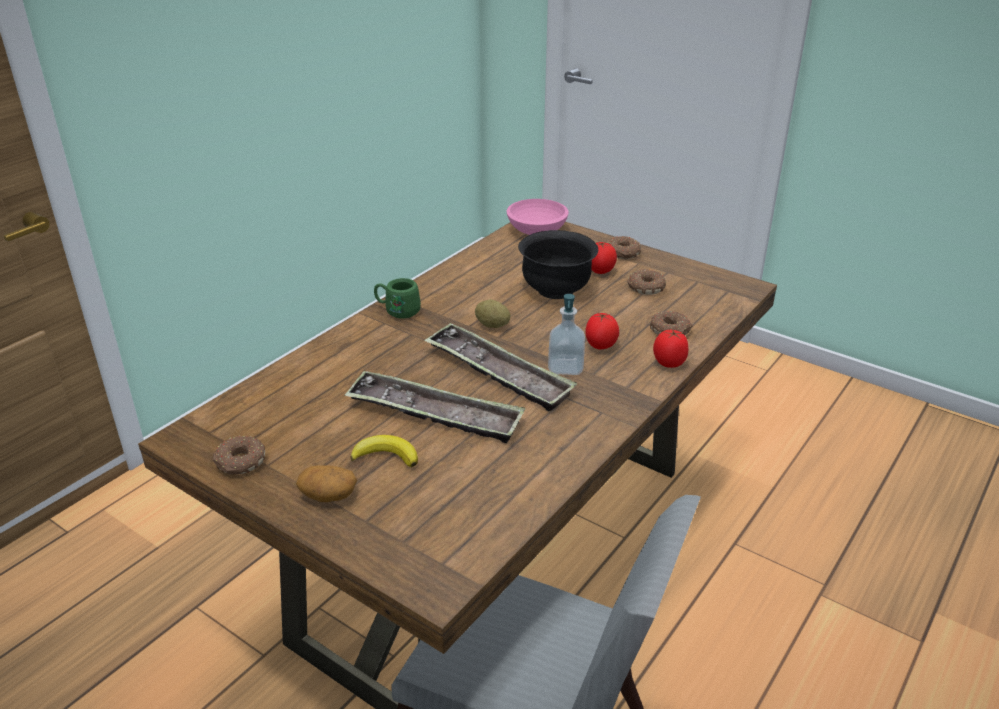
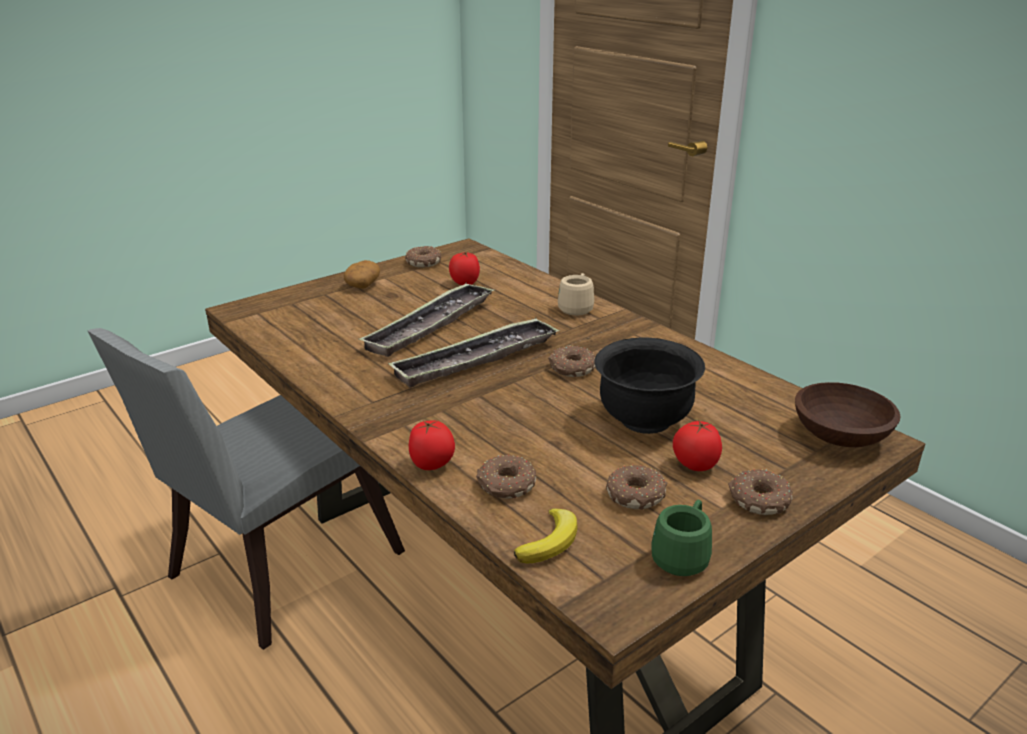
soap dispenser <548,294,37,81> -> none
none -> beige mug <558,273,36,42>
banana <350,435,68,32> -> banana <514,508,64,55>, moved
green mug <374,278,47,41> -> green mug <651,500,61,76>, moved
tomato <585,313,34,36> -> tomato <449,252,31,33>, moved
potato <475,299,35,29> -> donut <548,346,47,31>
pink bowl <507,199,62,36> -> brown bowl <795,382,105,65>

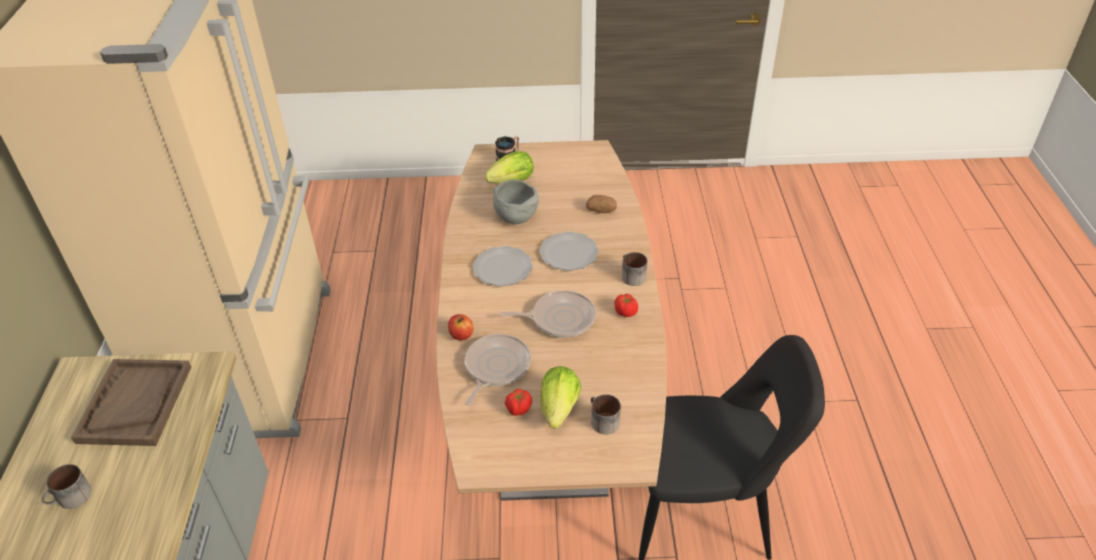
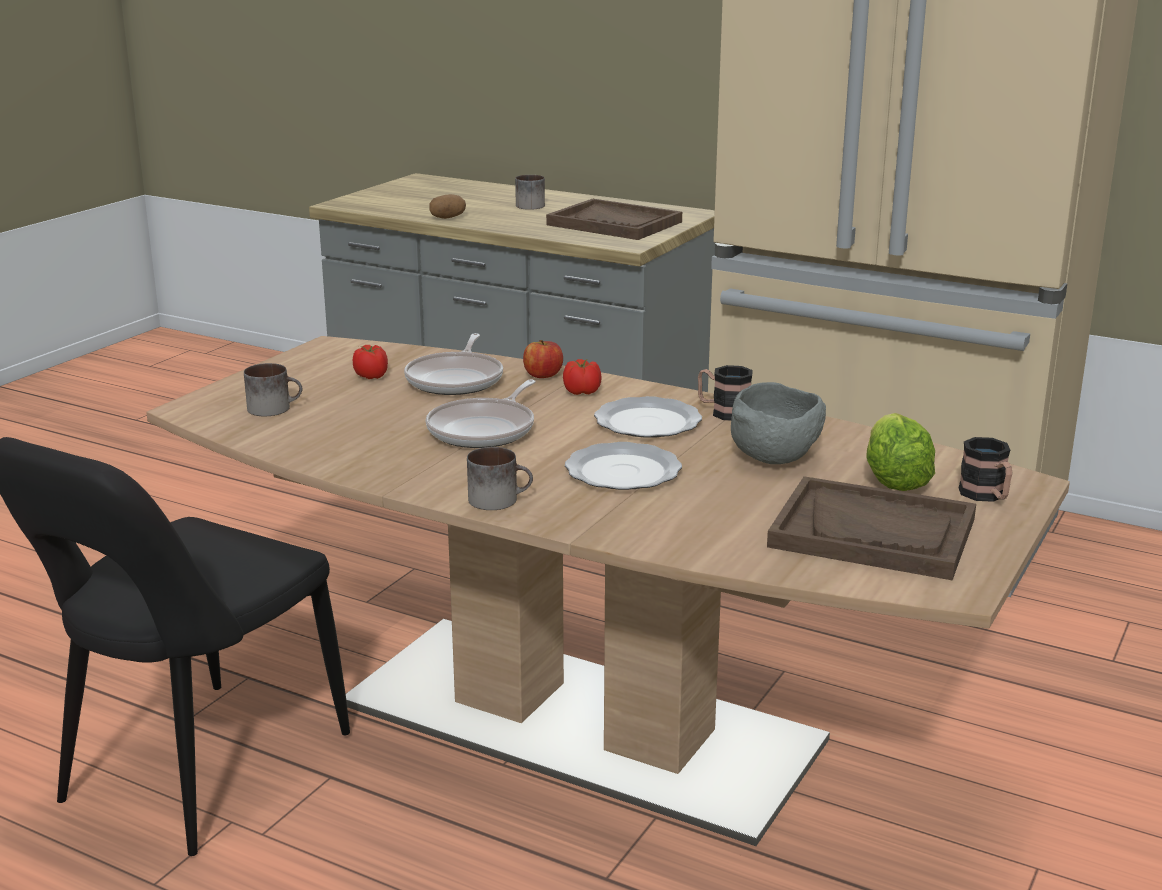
lettuce <540,366,41,63> -> none
none -> mug <698,365,55,56>
none -> brown tray <767,476,209,104>
potato <586,195,31,18> -> potato <429,194,37,25>, moved
tomato <614,294,24,23> -> tomato <563,359,39,36>, moved
frying pan <465,334,66,71> -> frying pan <404,333,99,62>, 45 degrees clockwise

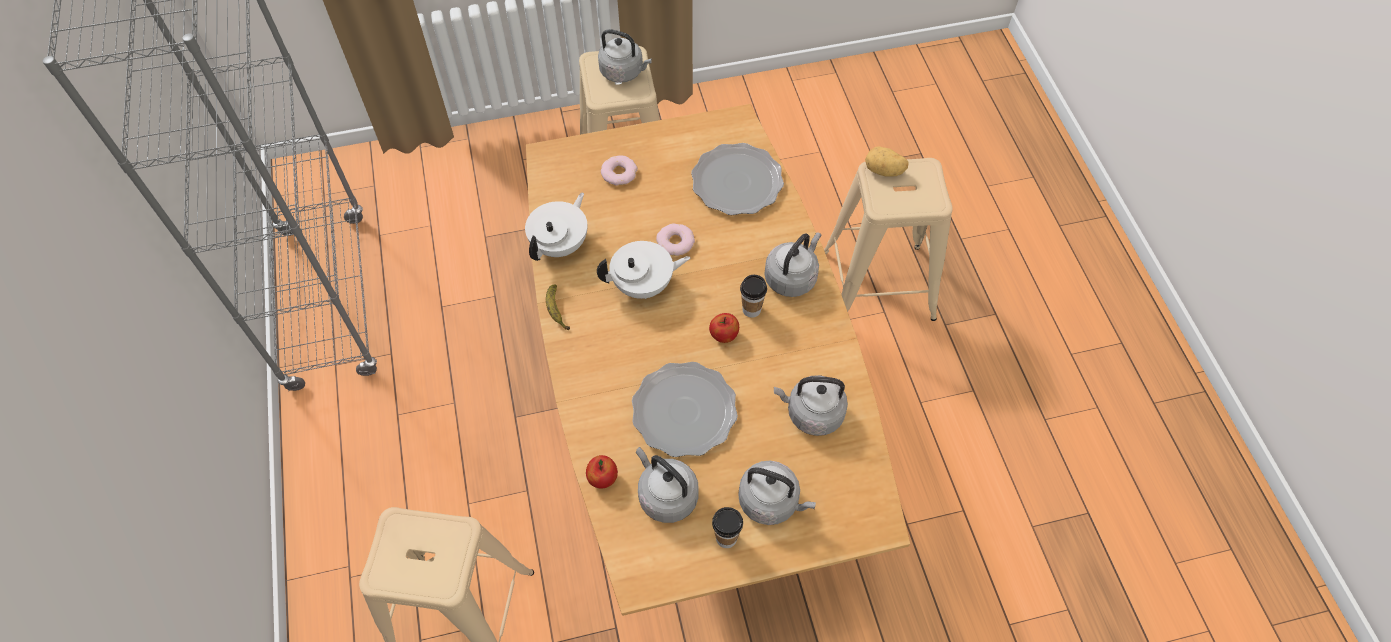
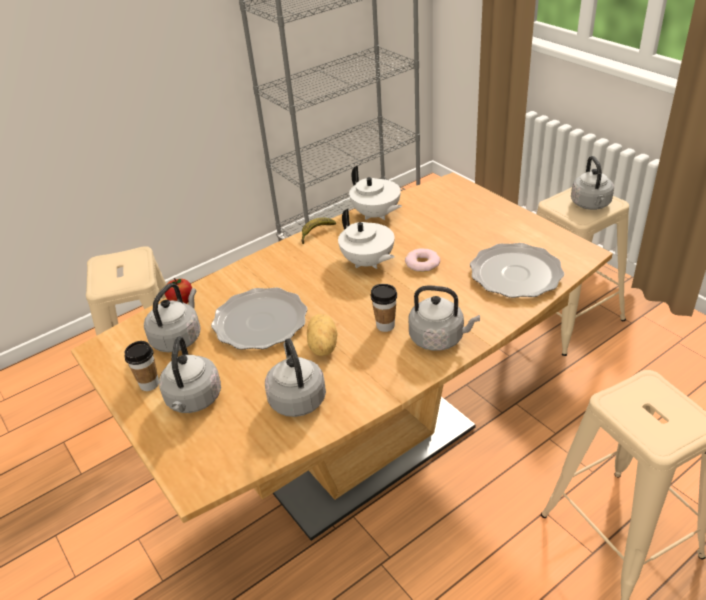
donut <601,155,37,31> -> none
apple <709,313,30,30> -> none
potato <865,147,44,30> -> potato <307,314,31,42>, moved
white teapot <525,193,62,68> -> white teapot <349,165,53,55>, 45 degrees clockwise

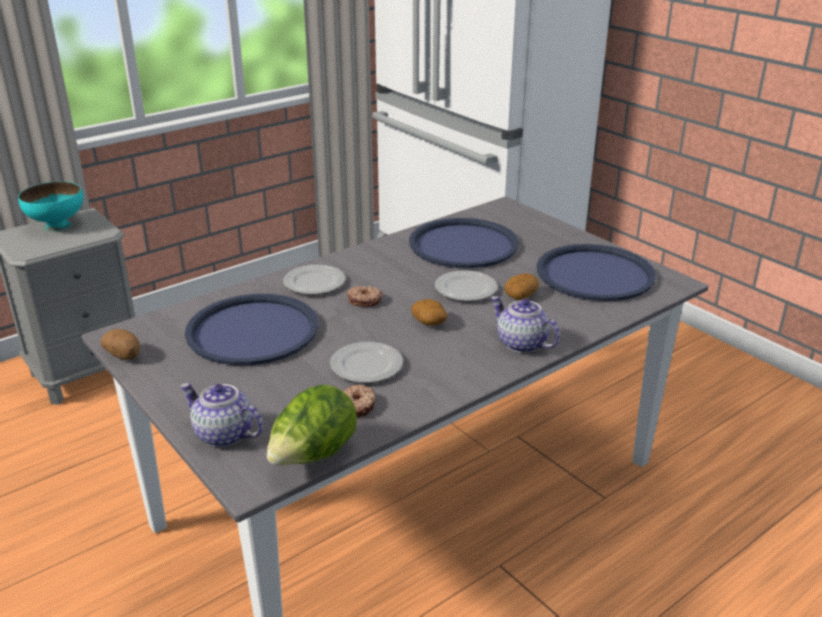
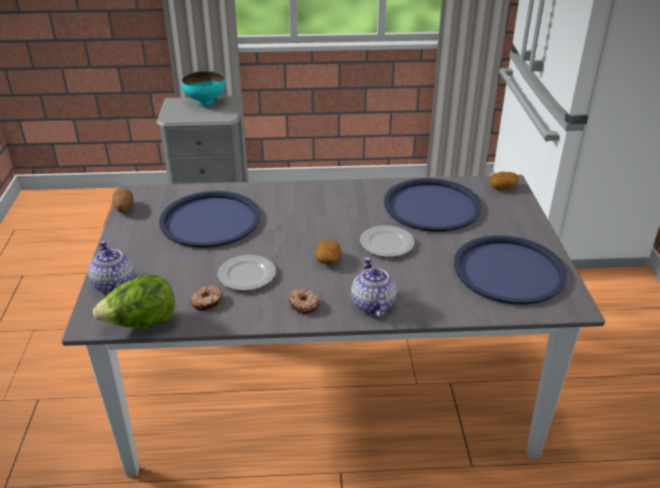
plate <283,265,62,30> -> none
donut <347,286,35,21> -> donut <289,288,31,26>, moved
potato <505,273,34,27> -> potato <489,171,30,19>, moved

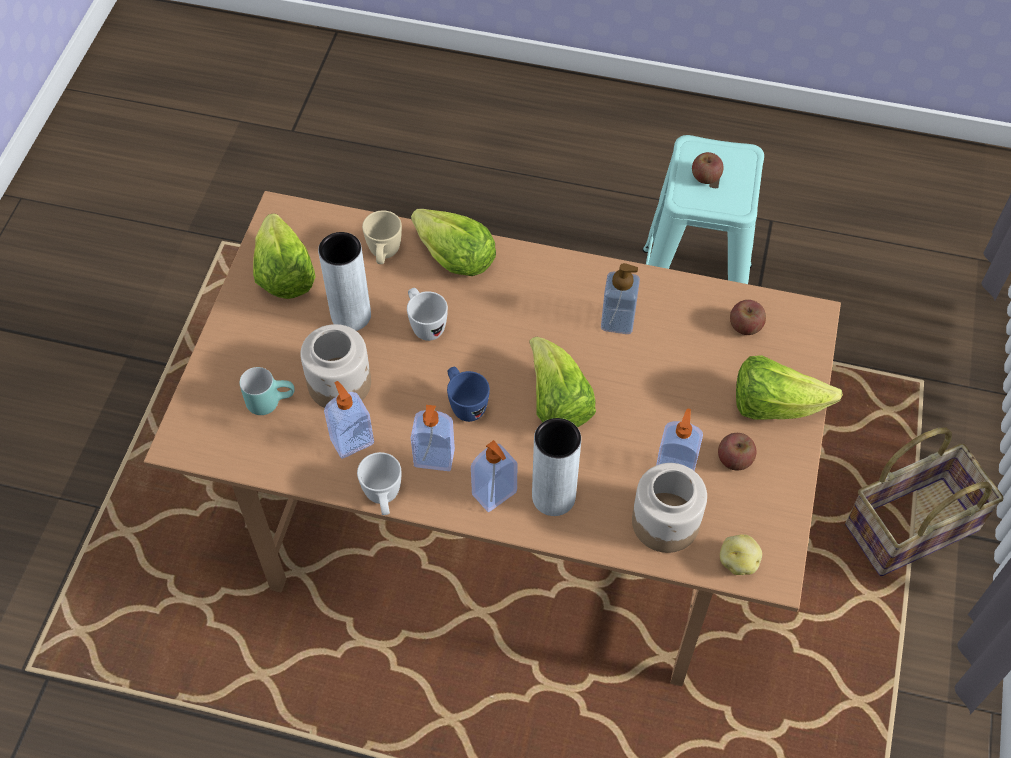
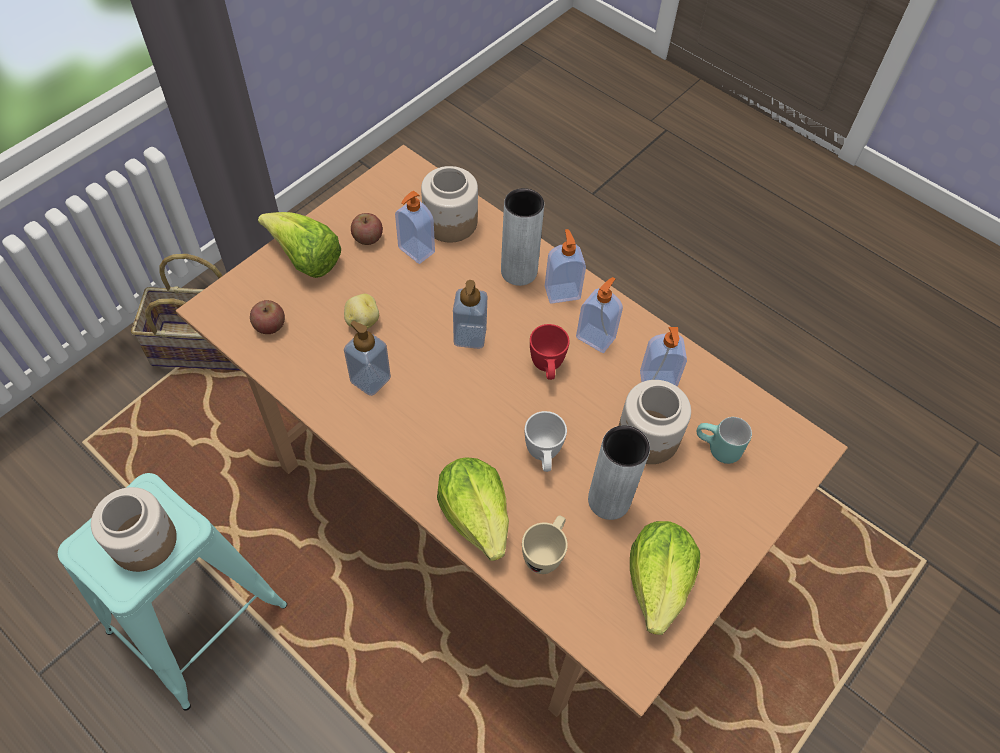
white mug <357,452,44,63> -> none
potato <720,534,42,41> -> potato <344,294,35,35>, moved
lettuce <530,337,66,90> -> soap dispenser <453,280,34,69>
apple <692,152,32,32> -> jar <91,487,86,85>
blue mug <447,367,43,55> -> red mug <530,324,40,56>

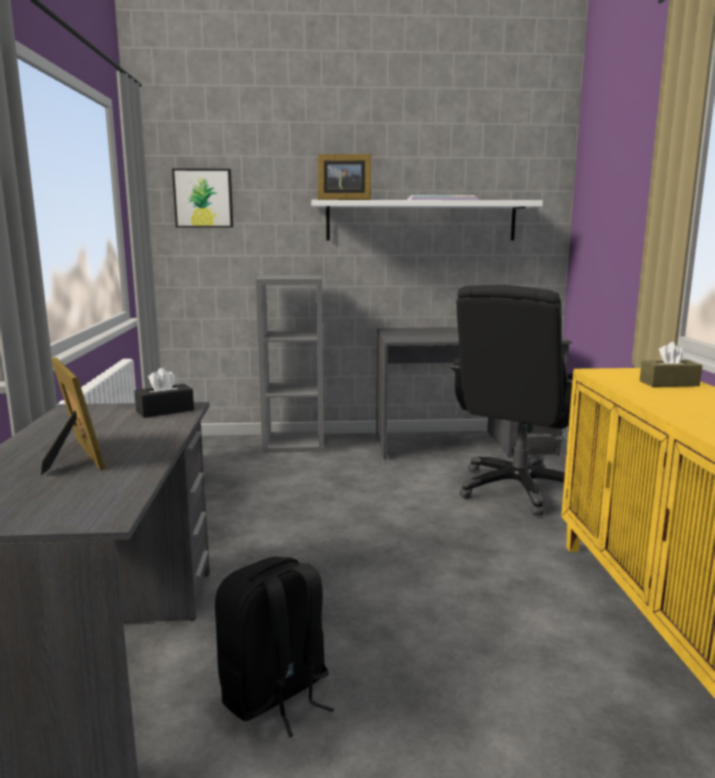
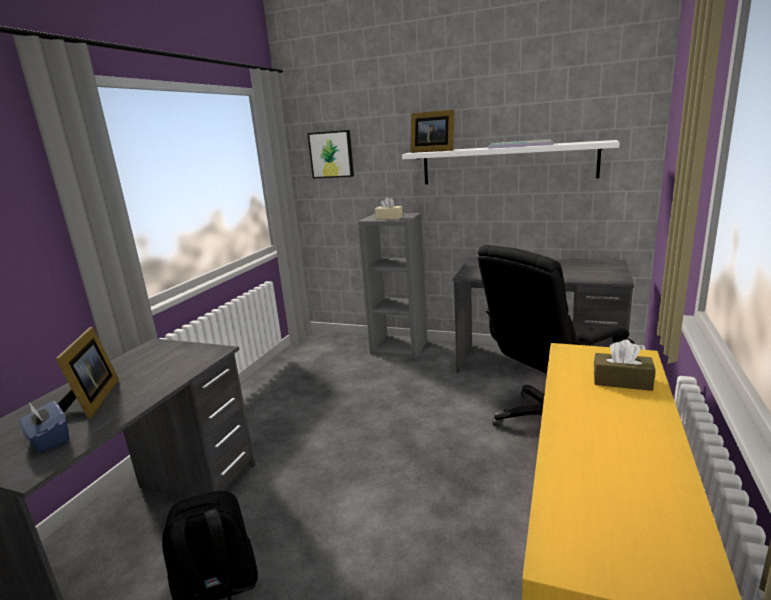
black tissue box <134,368,60,50> -> none
none -> blue tissue box <19,401,50,52>
none -> beige tissue box <375,197,28,23>

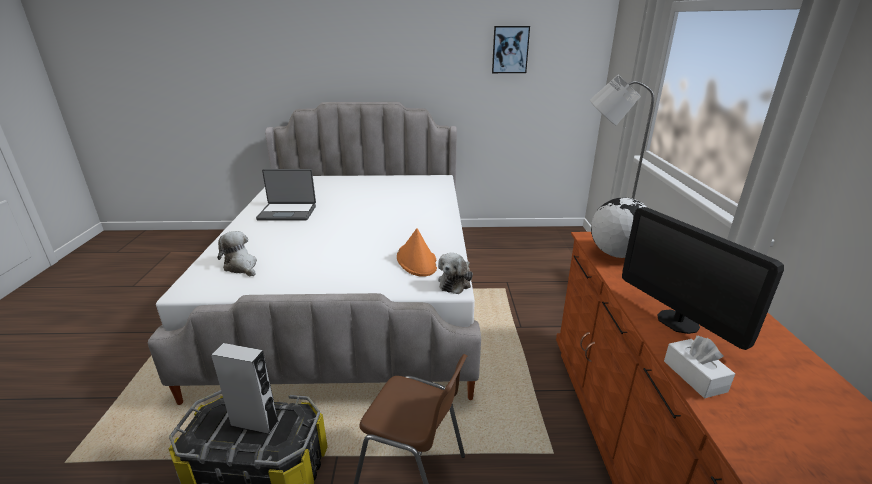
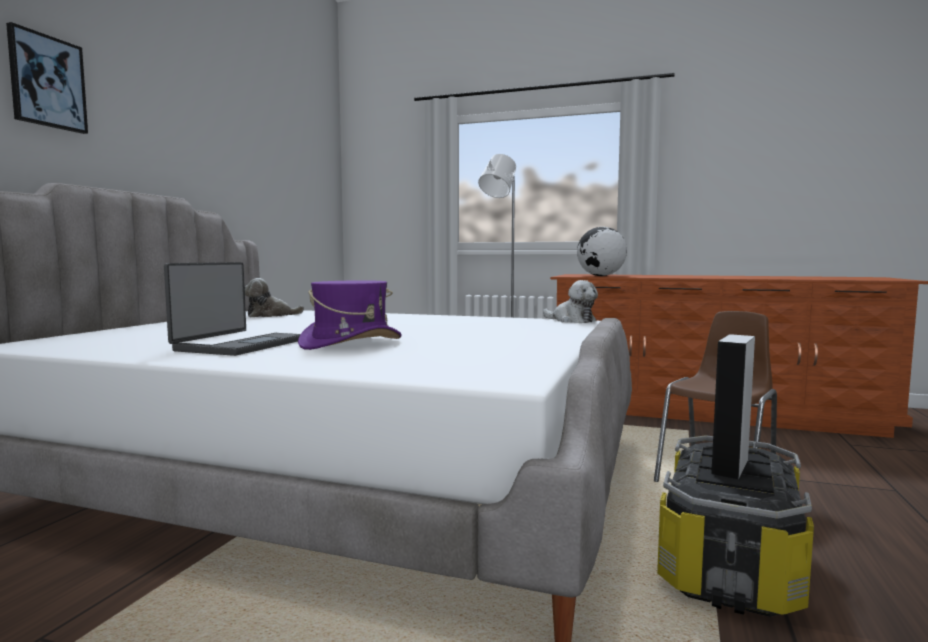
orange hat <397,228,40,49> -> none
monitor <622,207,162,143> -> none
white tissue box <664,336,71,62> -> none
none -> purple hat <298,280,104,70>
plush toy <217,231,40,45> -> plush toy <245,278,59,39>, moved
picture <492,26,38,47> -> picture <6,22,82,112>, moved

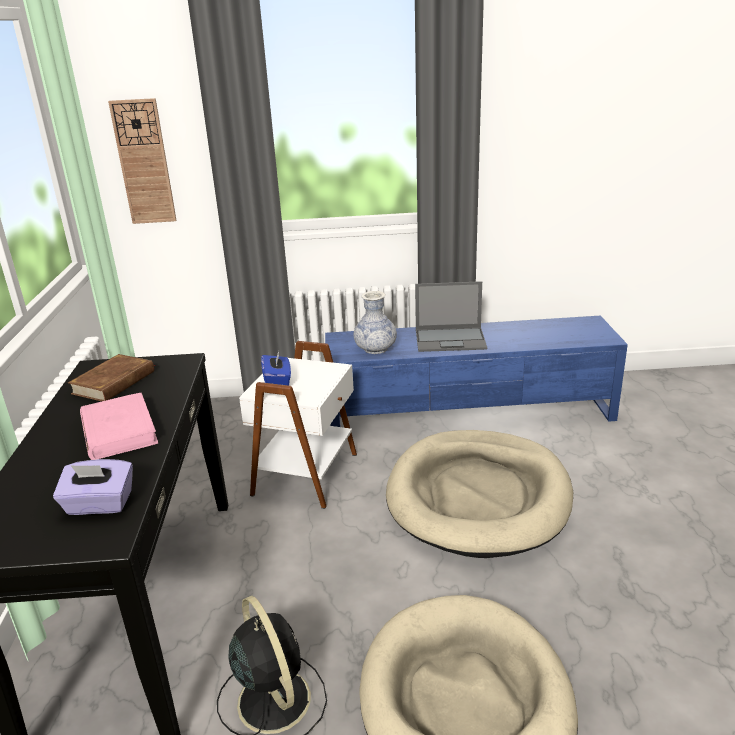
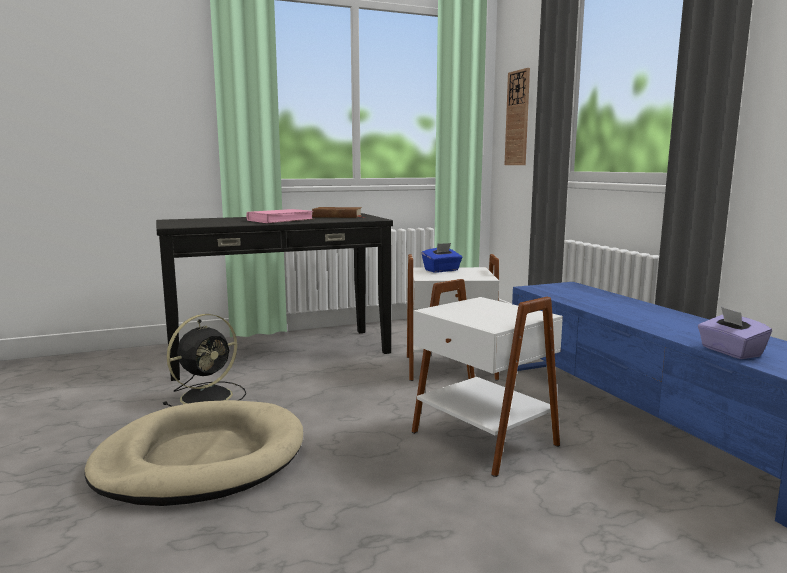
vase <354,291,43,63> -> none
laptop <415,281,72,71> -> none
purple tissue box <53,459,80,56> -> purple tissue box <698,307,74,52>, moved
beige dog bed <386,430,187,128> -> white side table <412,279,151,198>

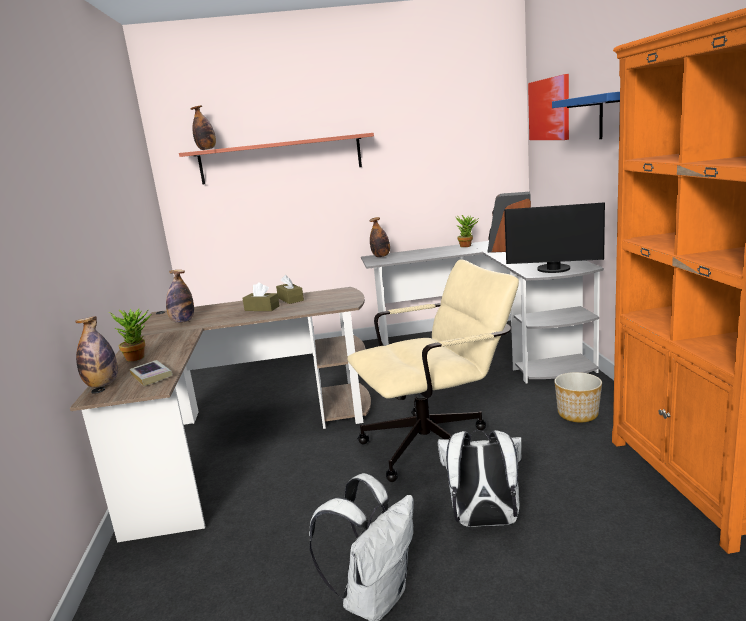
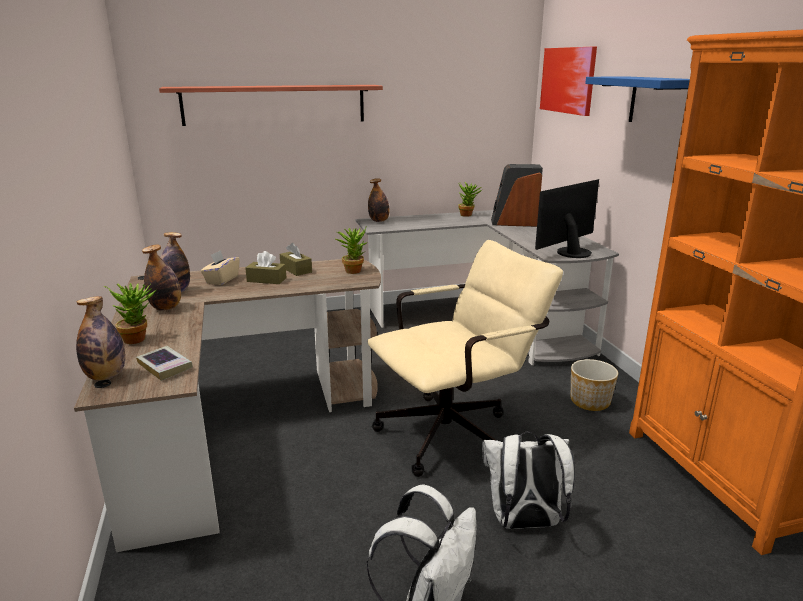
none -> beige tissue box <201,250,39,35>
none -> potted plant <336,225,31,49>
bottle <190,105,26,45> -> bottle <142,244,39,67>, moved
monitor <504,202,101,71> -> monitor <535,179,64,79>, 135 degrees clockwise

